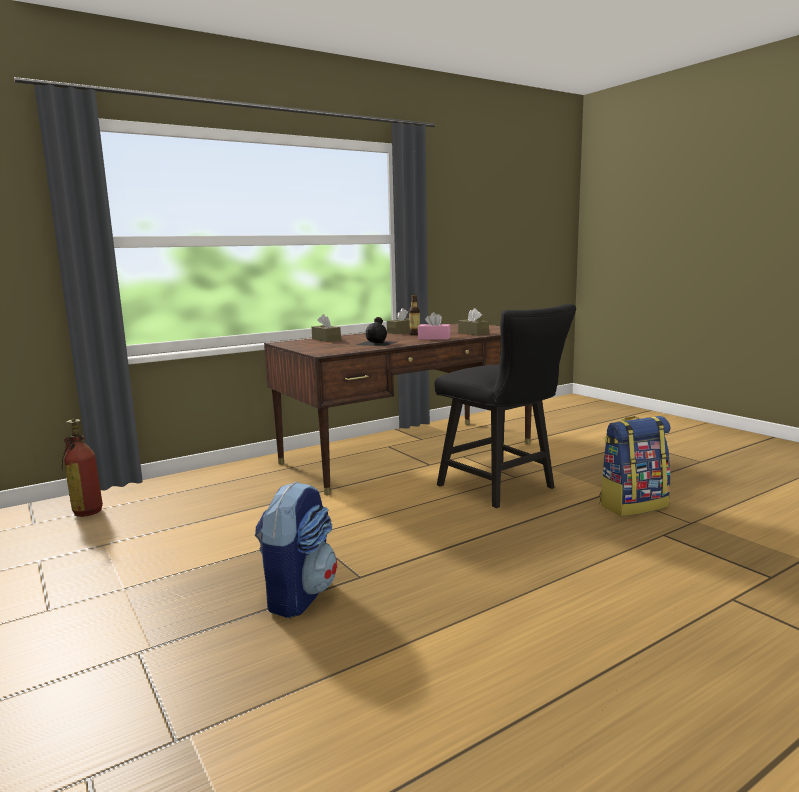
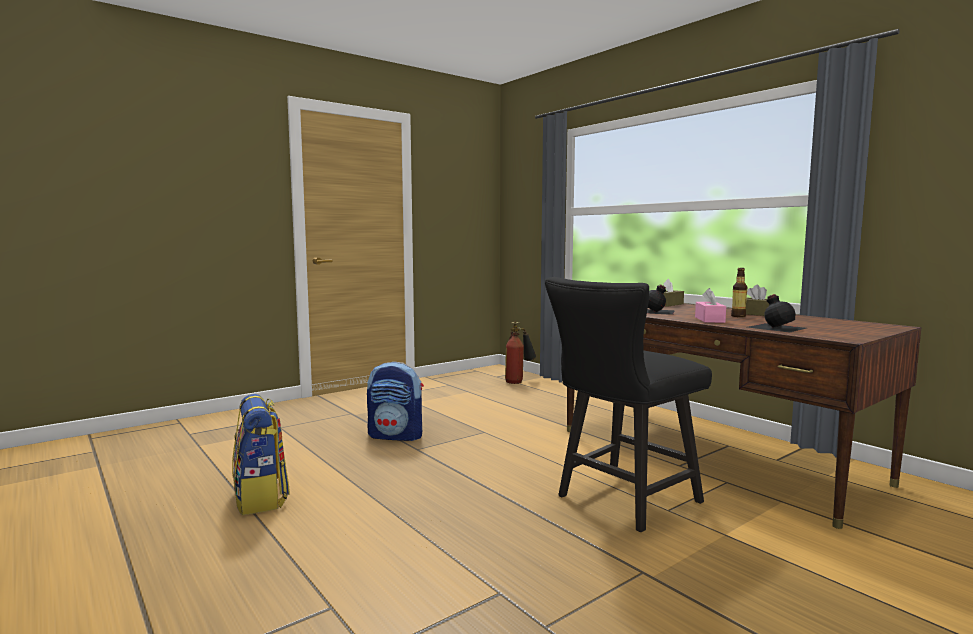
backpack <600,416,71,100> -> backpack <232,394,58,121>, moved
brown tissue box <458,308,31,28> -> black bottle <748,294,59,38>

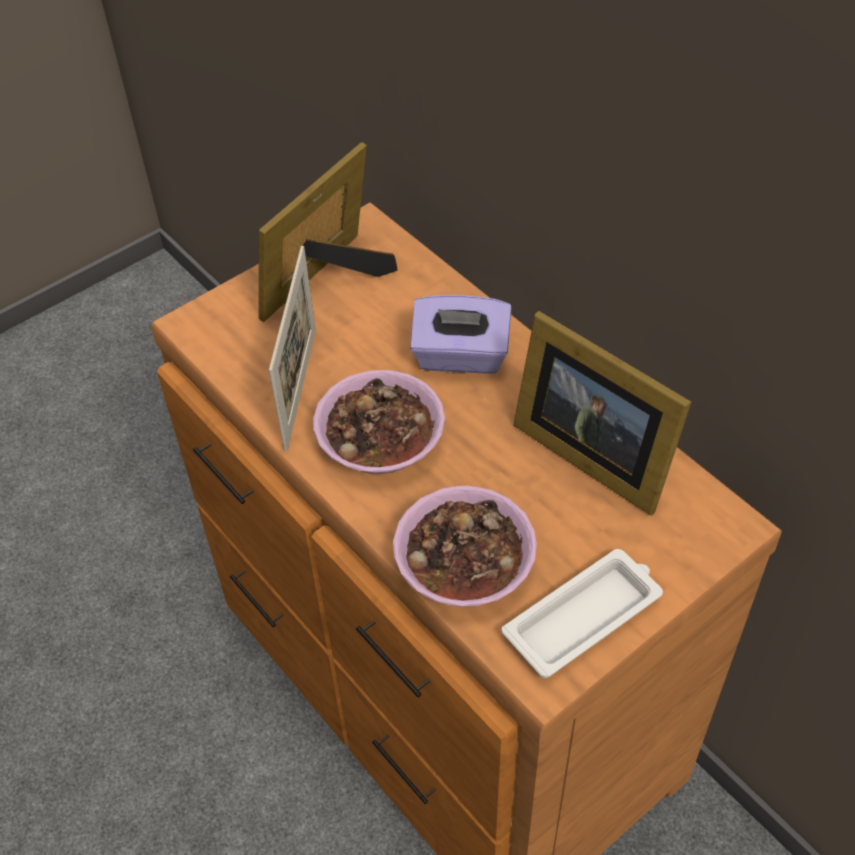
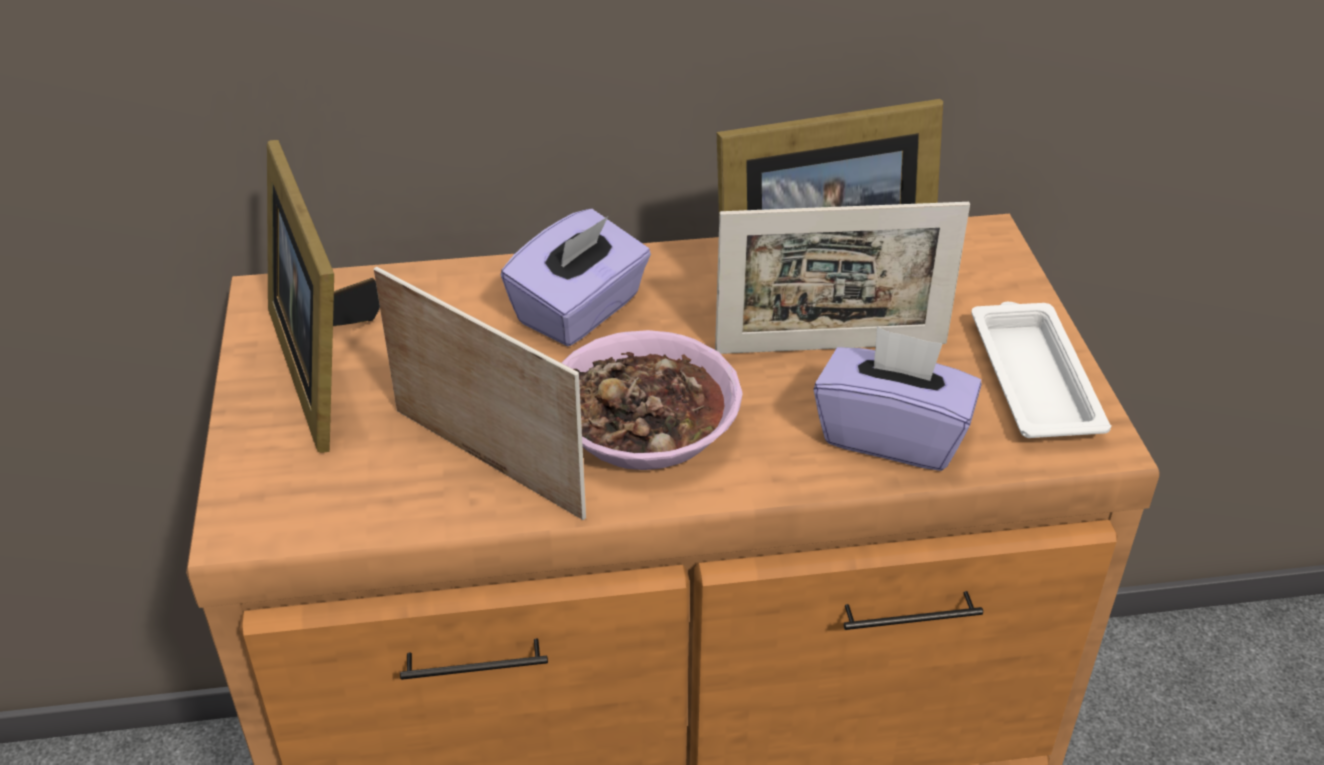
none -> picture frame <715,202,255,152>
bowl <393,485,144,122> -> purple tissue box <814,327,168,144>

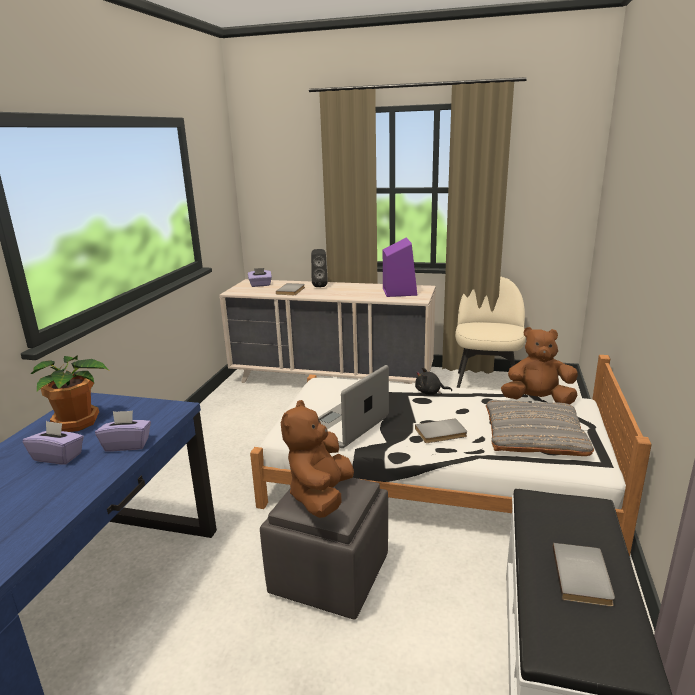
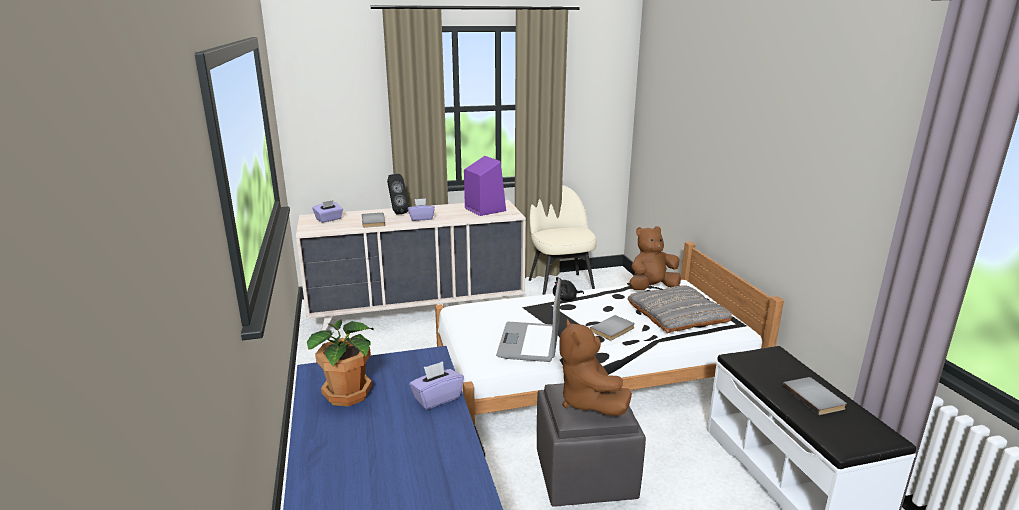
purple tissue box <23,421,61,44> -> purple tissue box <407,198,28,23>, moved

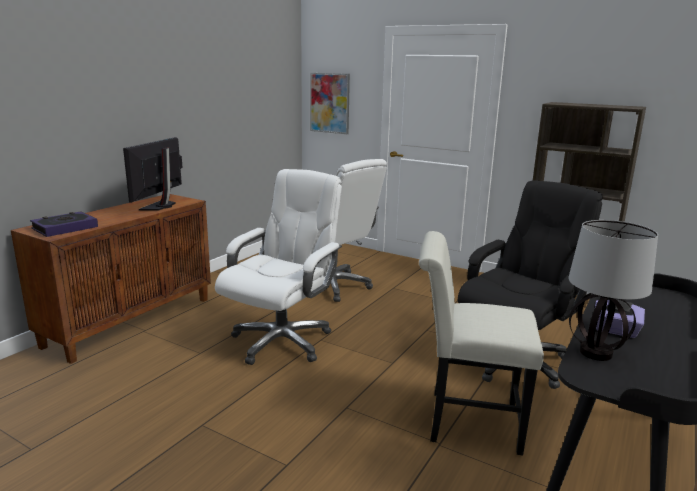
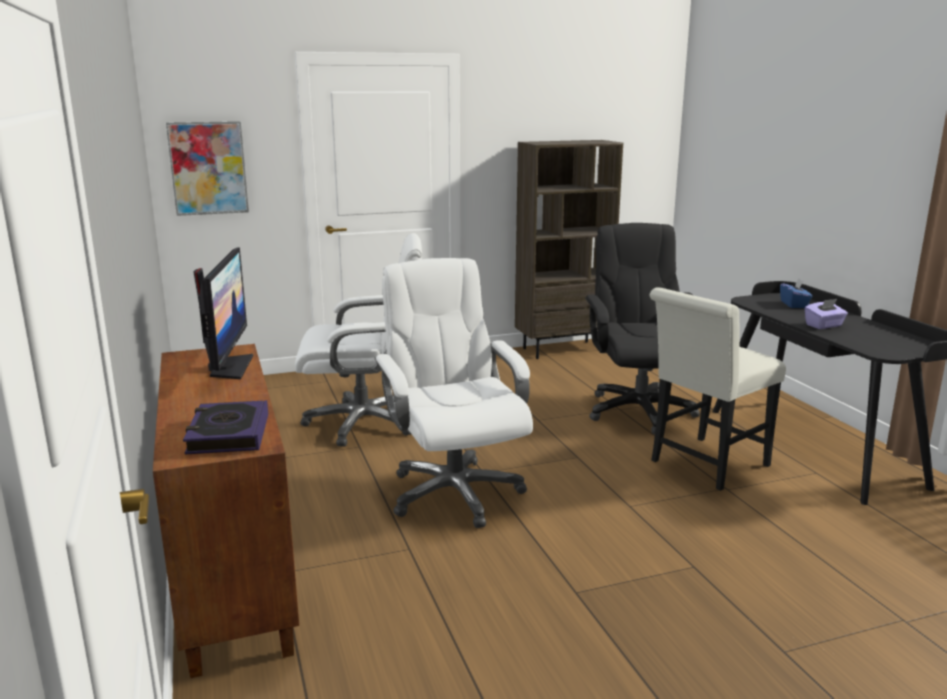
table lamp <568,220,90,141> -> none
none -> blue tissue box <780,279,32,29>
monitor <123,137,60,74> -> monitor <193,248,60,131>, 150 degrees counterclockwise

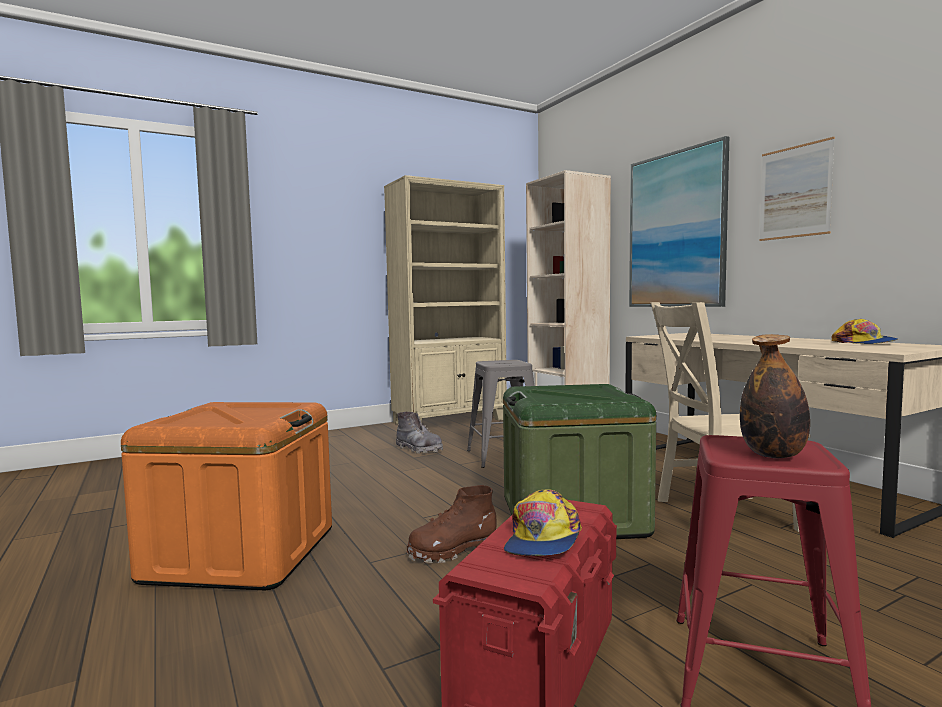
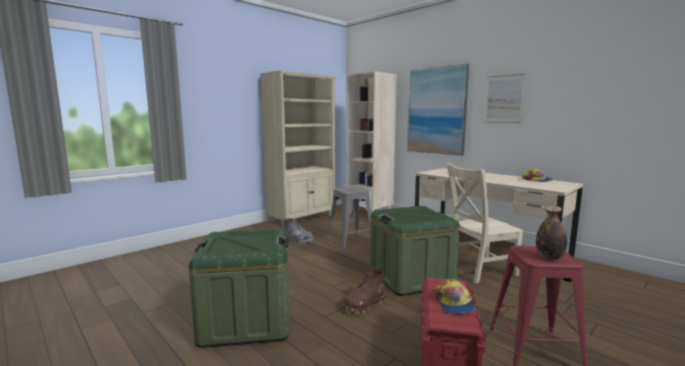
orange storage box <121,402,211,188> -> green storage box <189,229,100,119>

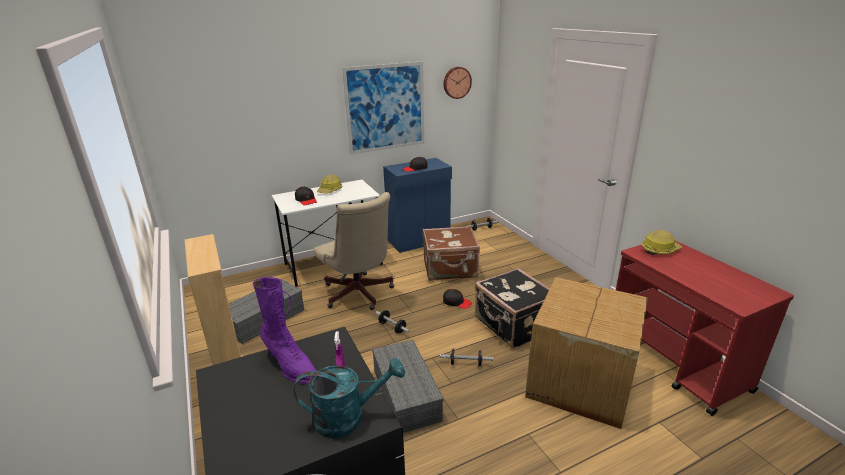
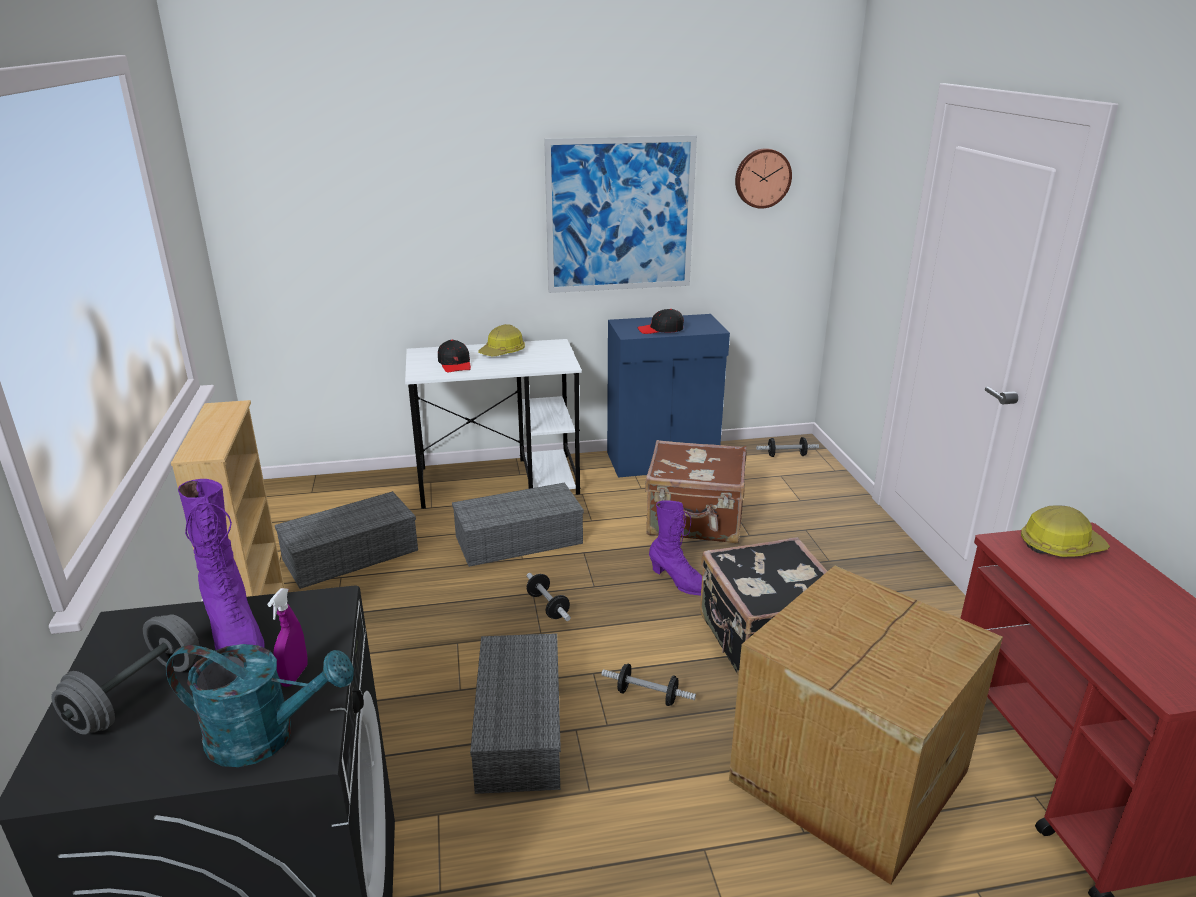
none -> grey dumbbell <52,615,148,120>
beige office chair <314,192,80,118> -> grey storage box <452,482,132,85>
black cap <443,289,29,20> -> purple boot <649,500,53,95>

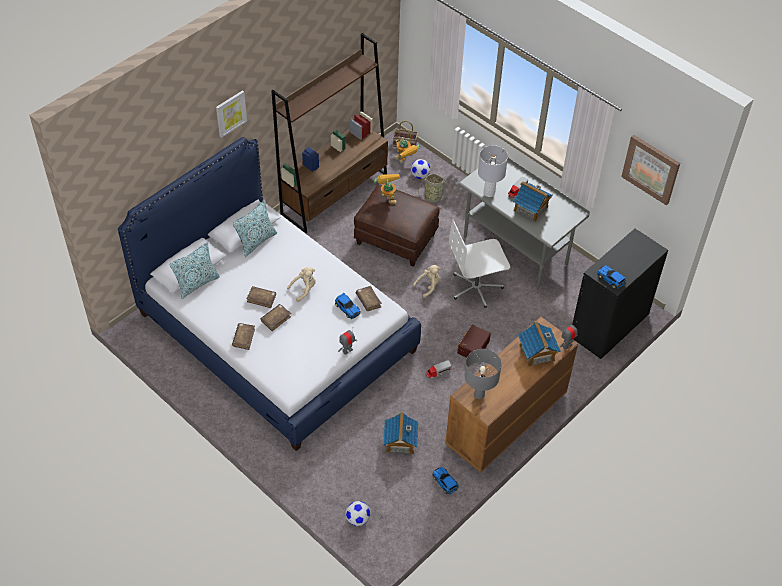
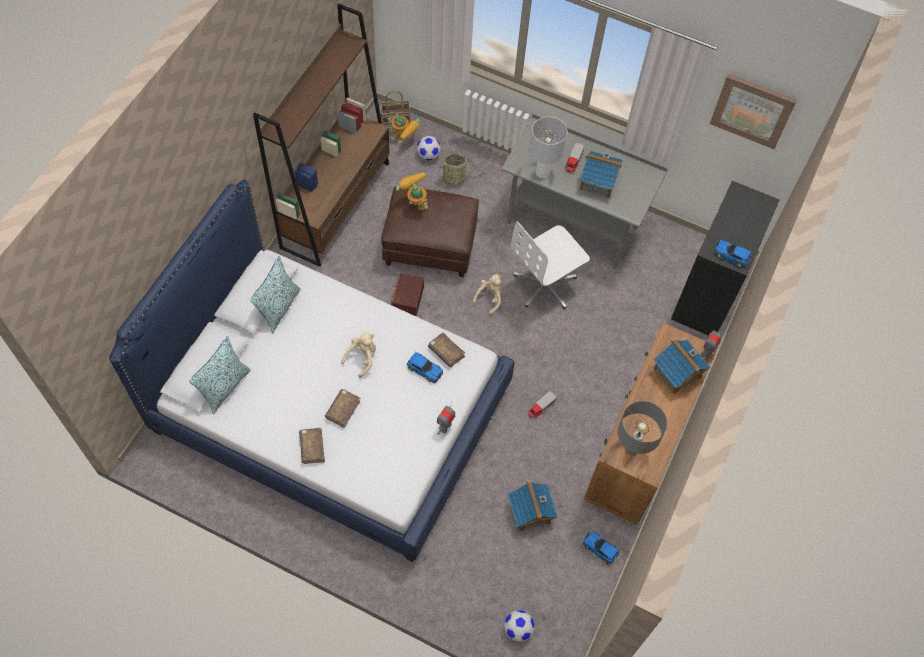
picture <216,90,31,48> -> none
brown book <246,286,30,22> -> none
brown storage box <457,325,34,33> -> brown storage box <391,273,33,43>, moved

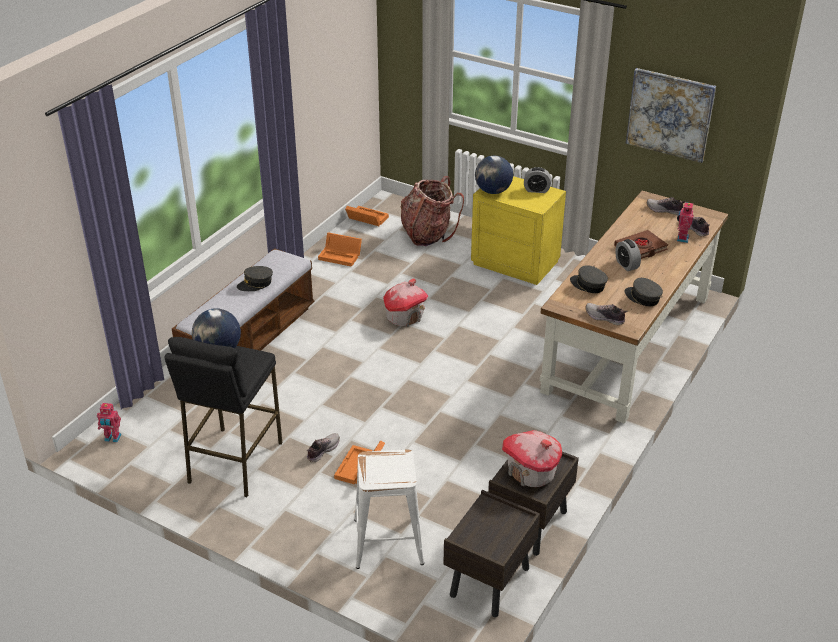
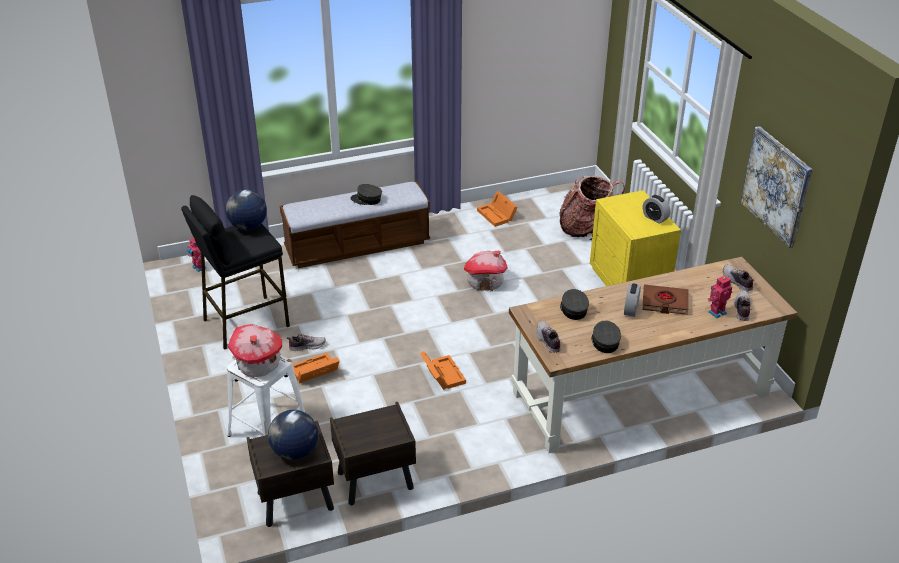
orange storage box <345,206,44,20> -> orange storage box <420,351,46,39>, moved
globe <475,156,38,38> -> globe <268,410,50,50>, moved
toy house <502,430,60,57> -> toy house <228,324,54,53>, moved

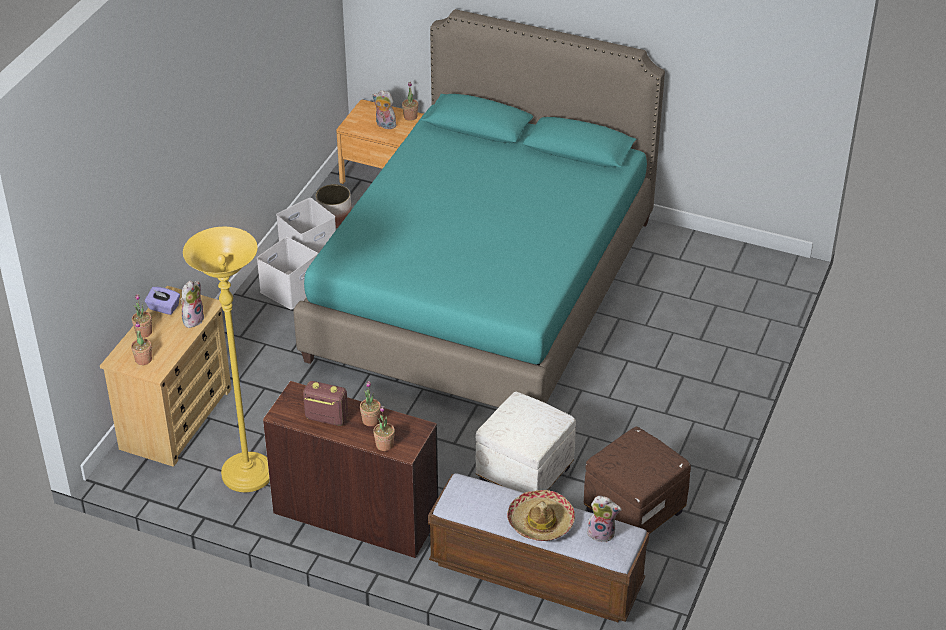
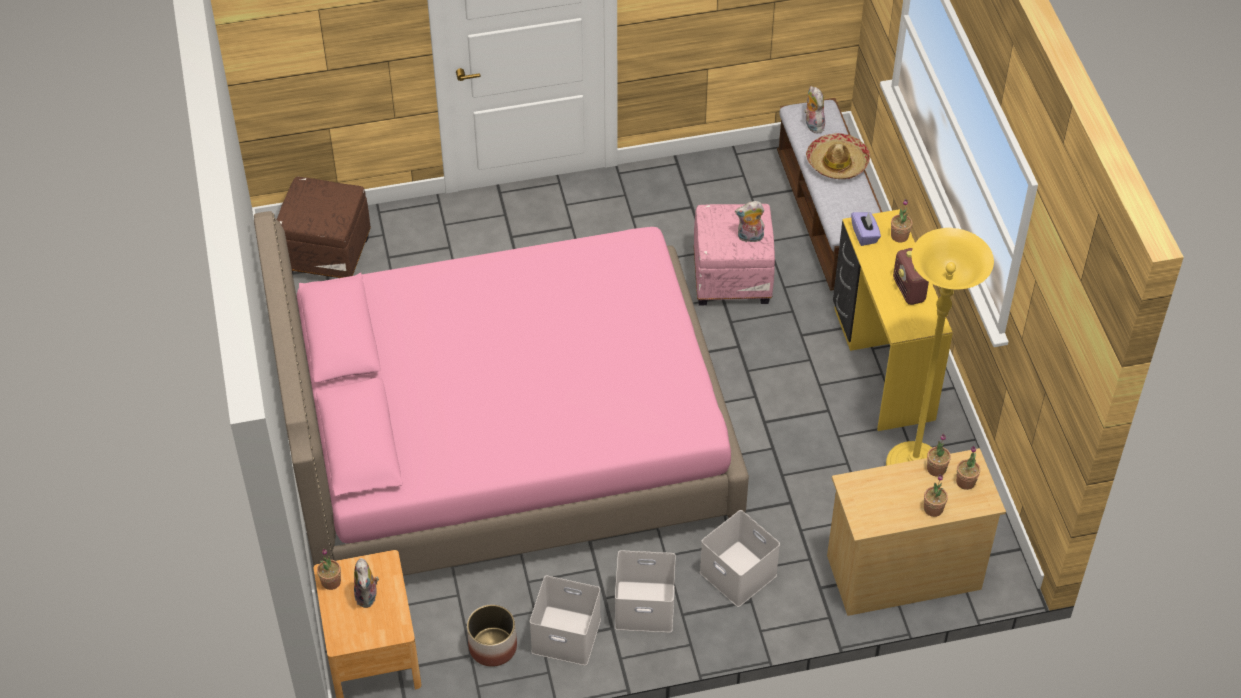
none -> white storage box <700,510,80,97>
purple tissue box <145,287,35,28> -> purple tissue box <851,212,30,34>, moved
plush toy <181,280,24,48> -> plush toy <735,201,30,41>, moved
potted plant <360,381,21,45> -> potted plant <927,434,24,43>, moved
brown ottoman <584,427,107,107> -> brown ottoman <277,177,94,101>, moved
brown desk <263,381,175,177> -> yellow desk <833,209,120,222>
turquoise bed <293,9,372,399> -> pink bed <254,211,495,365>
white ottoman <476,392,100,101> -> pink ottoman <694,204,81,101>

